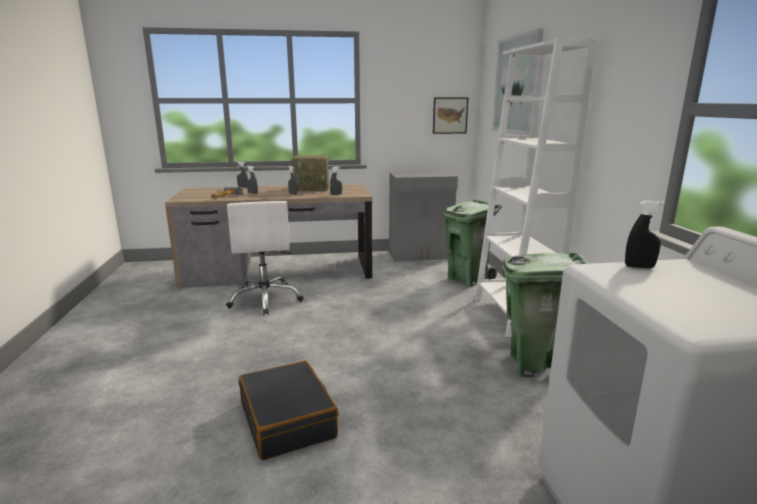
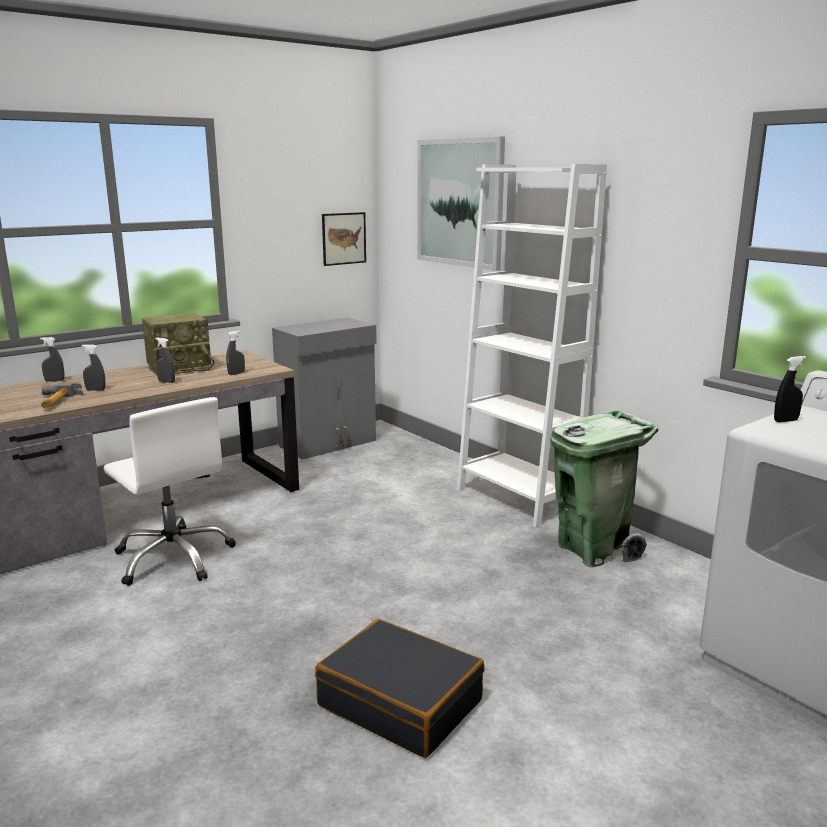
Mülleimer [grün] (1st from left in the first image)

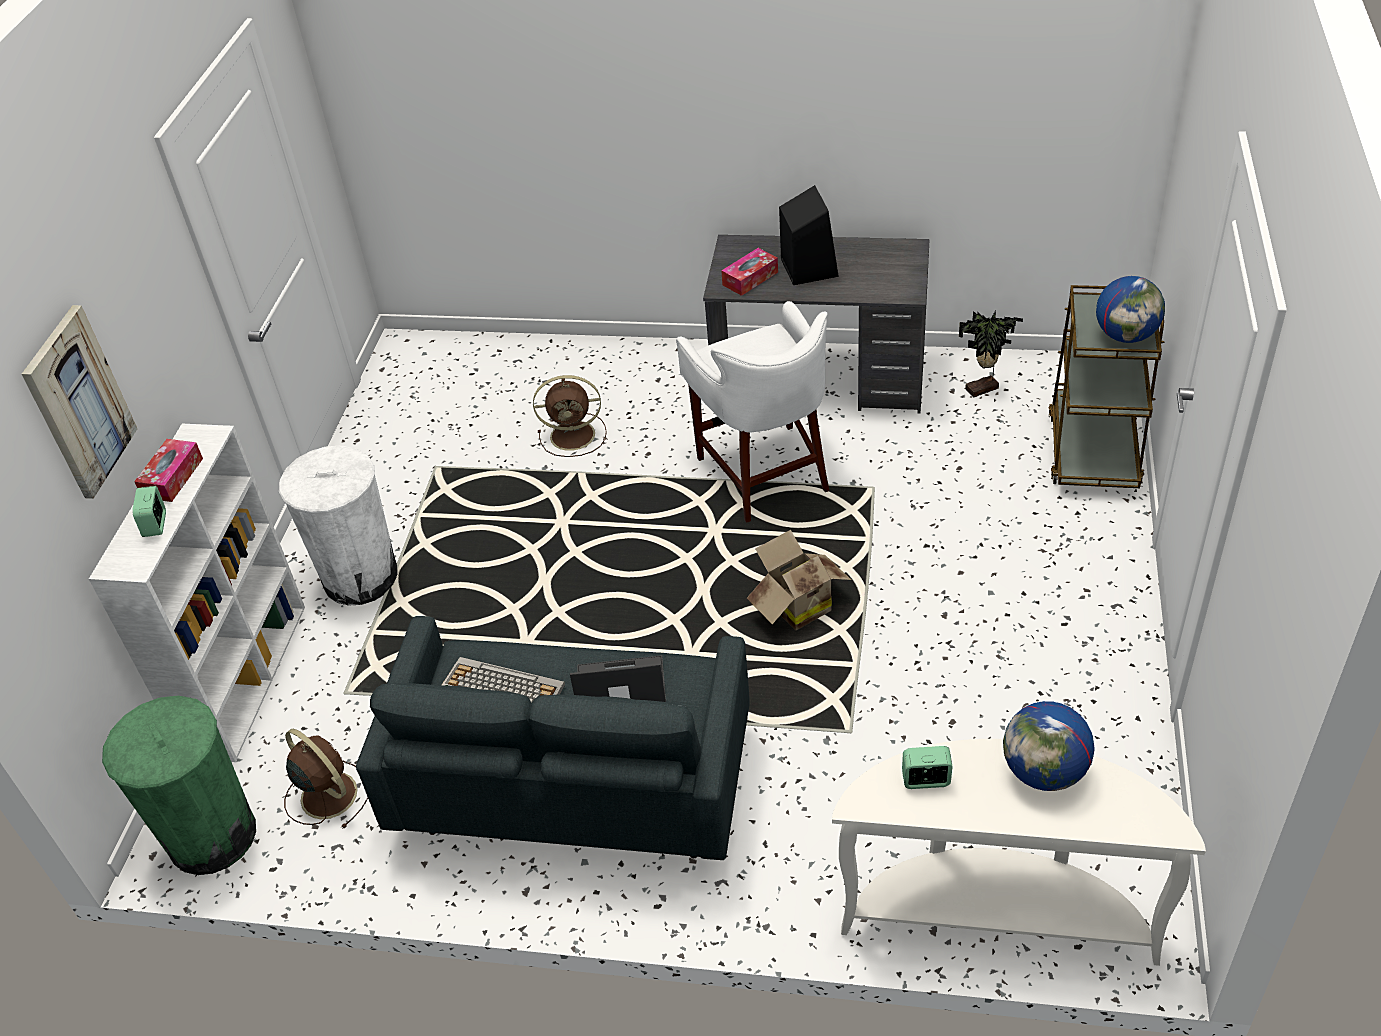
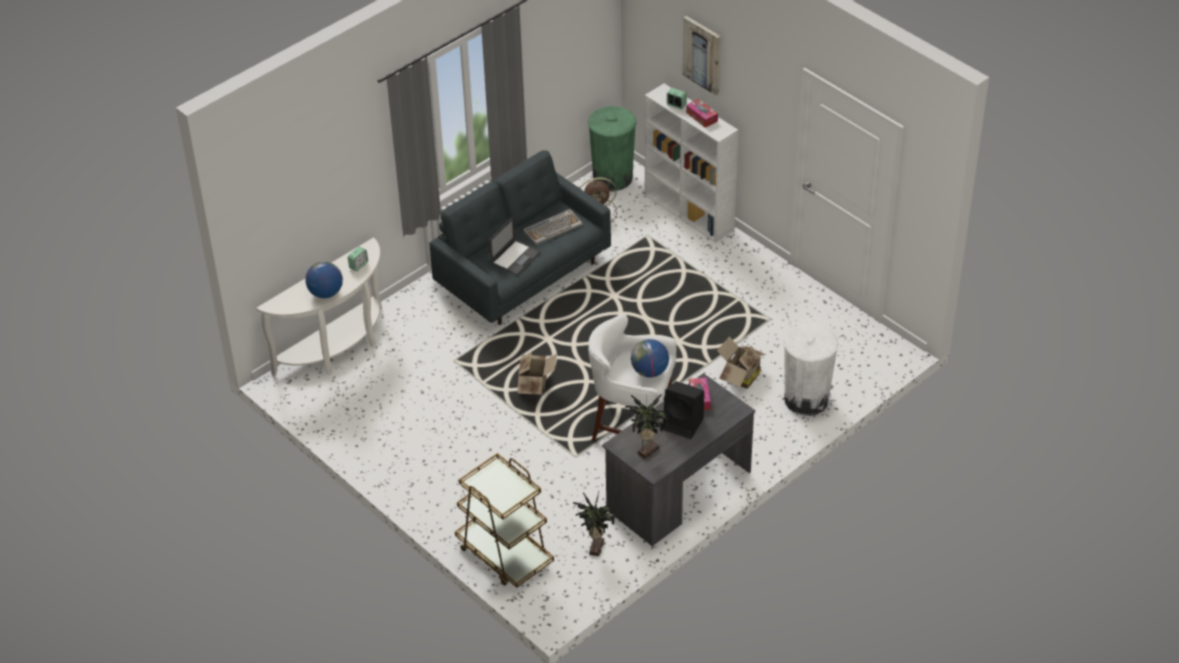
Topfpflanze (2nd from left); Mülleimer [weiß]; Globus (2nd from left); Karton (2nd from left)

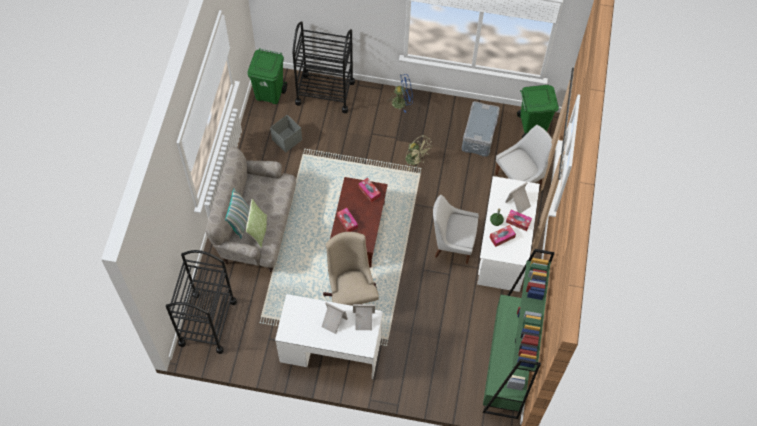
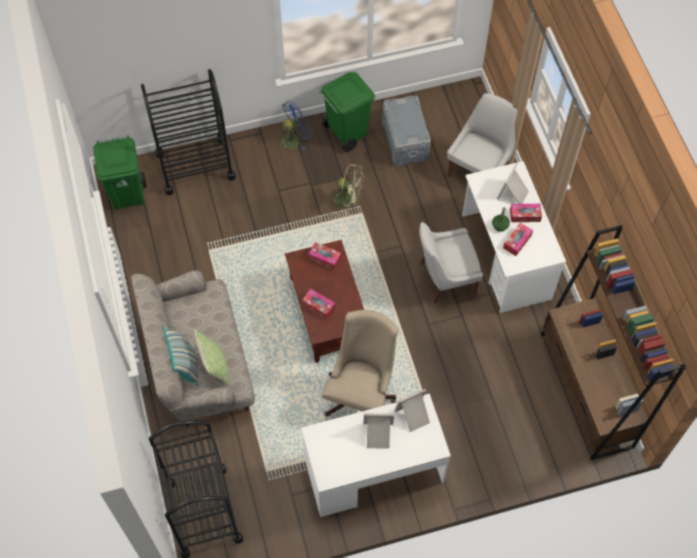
Aufbewahrungsbox [grau] (1st from left in the first image); Mülleimer [grün] (2nd from left); Bücherregal [braun]; Bürostuhl [beige]

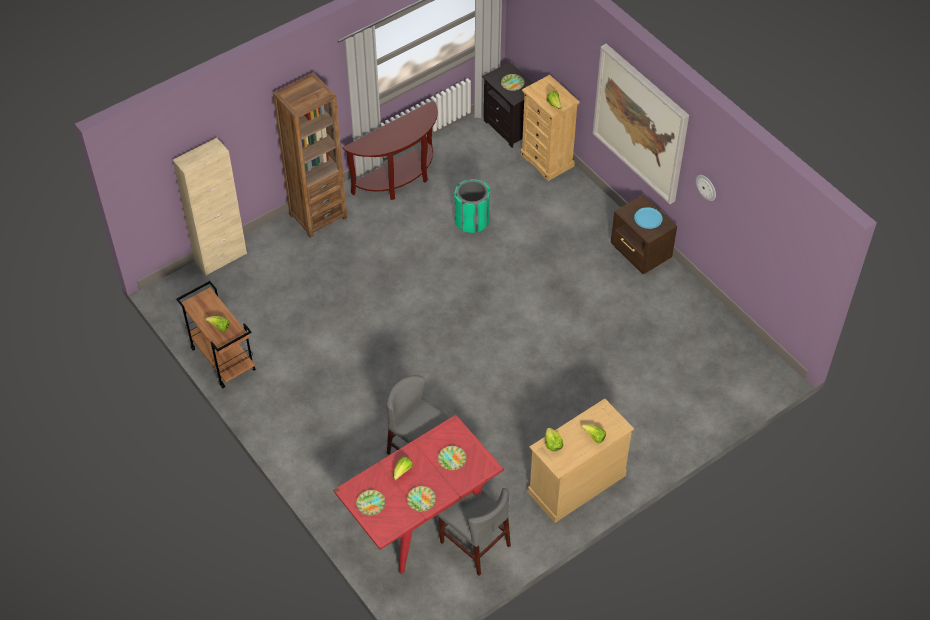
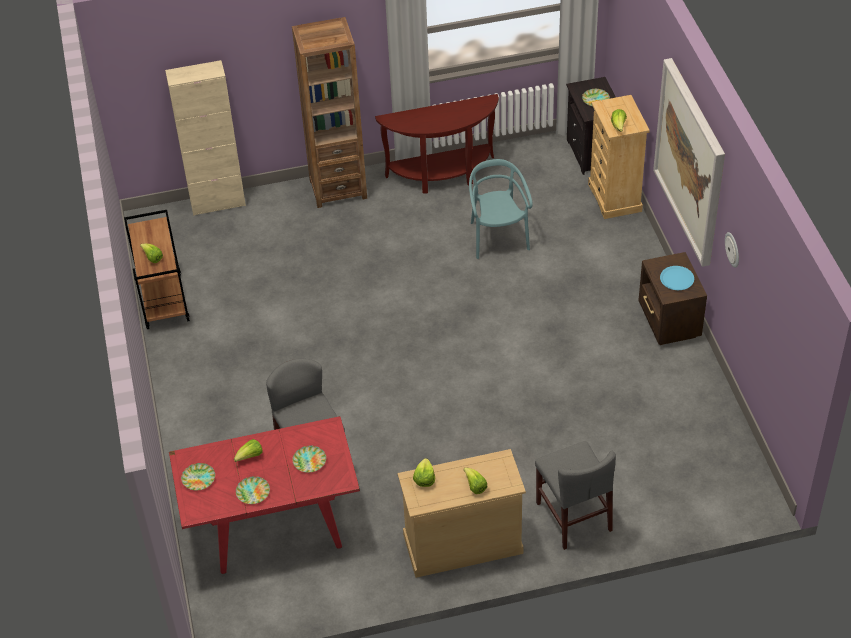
Stuhl [grau] (2nd from left); Stuhl [türkis]

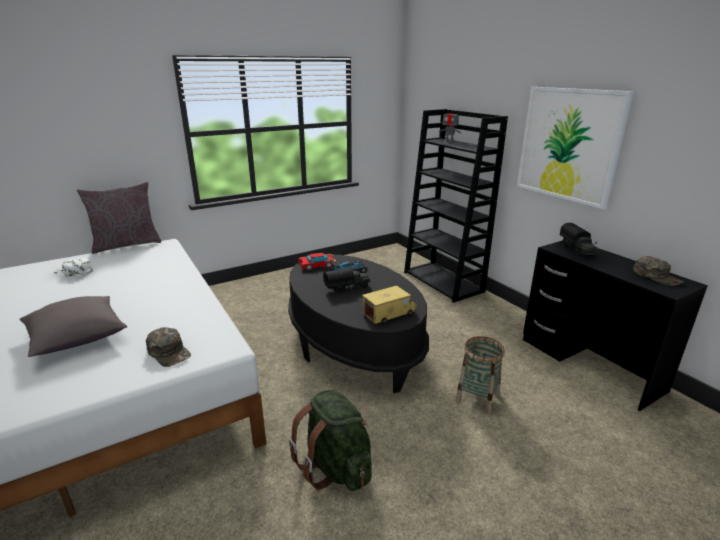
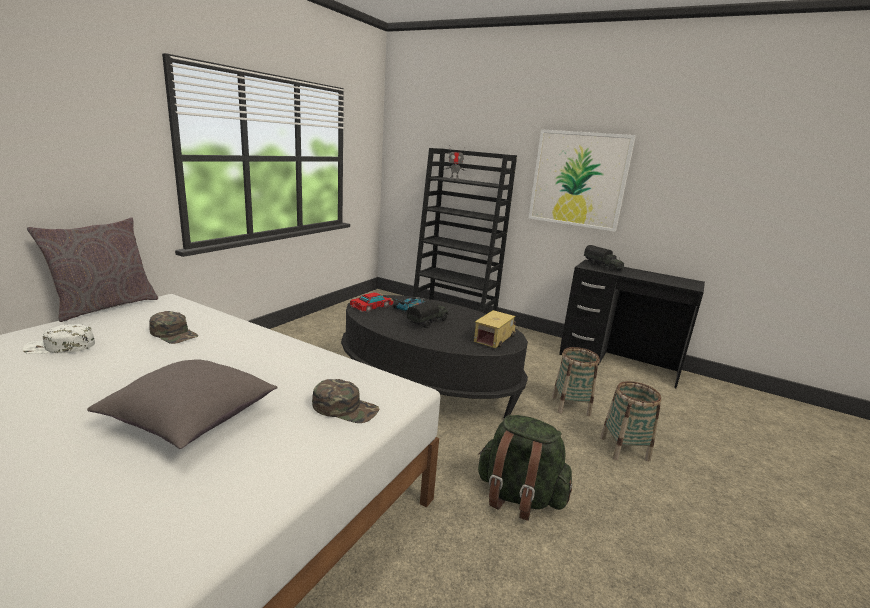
Korb (2nd from left); Kappe [grün] (1st from left)

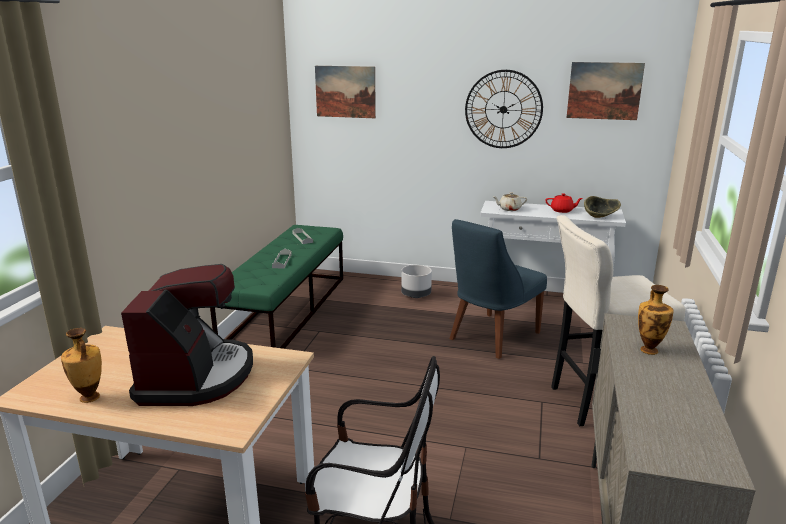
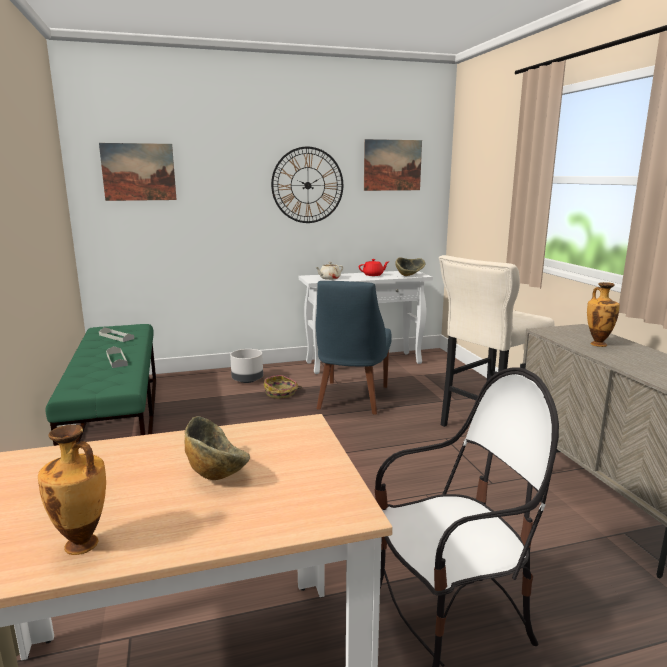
Korb; Schüssel (1st from left)

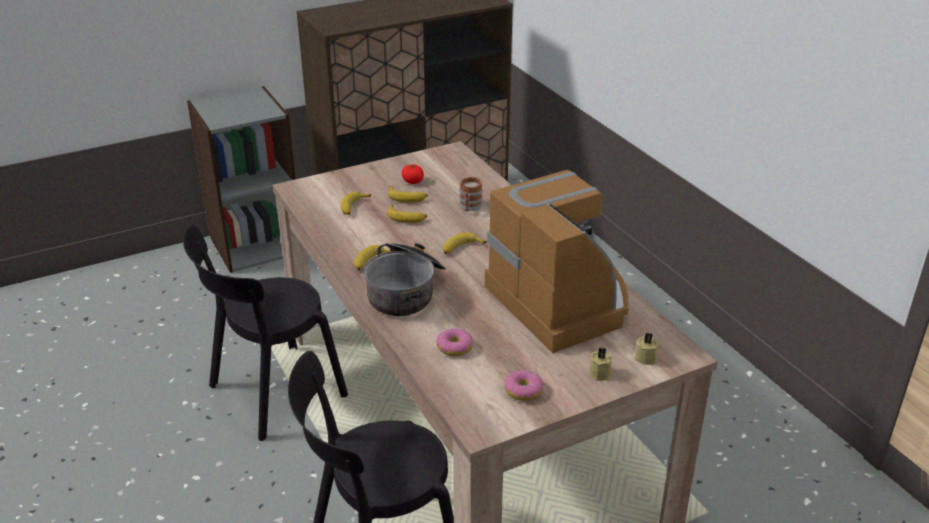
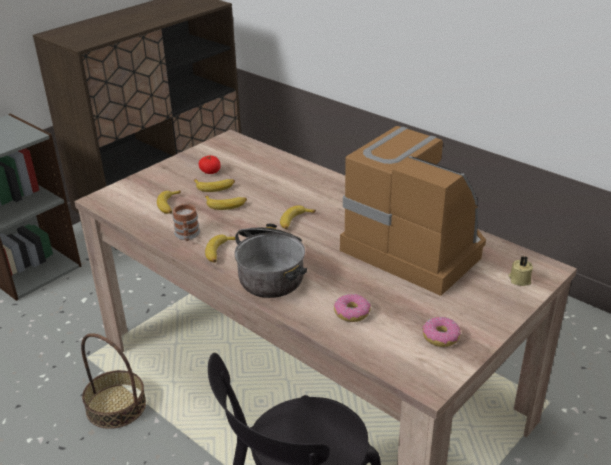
Kerze [beige] (1st from left in the first image); Henkelbecher; Korb

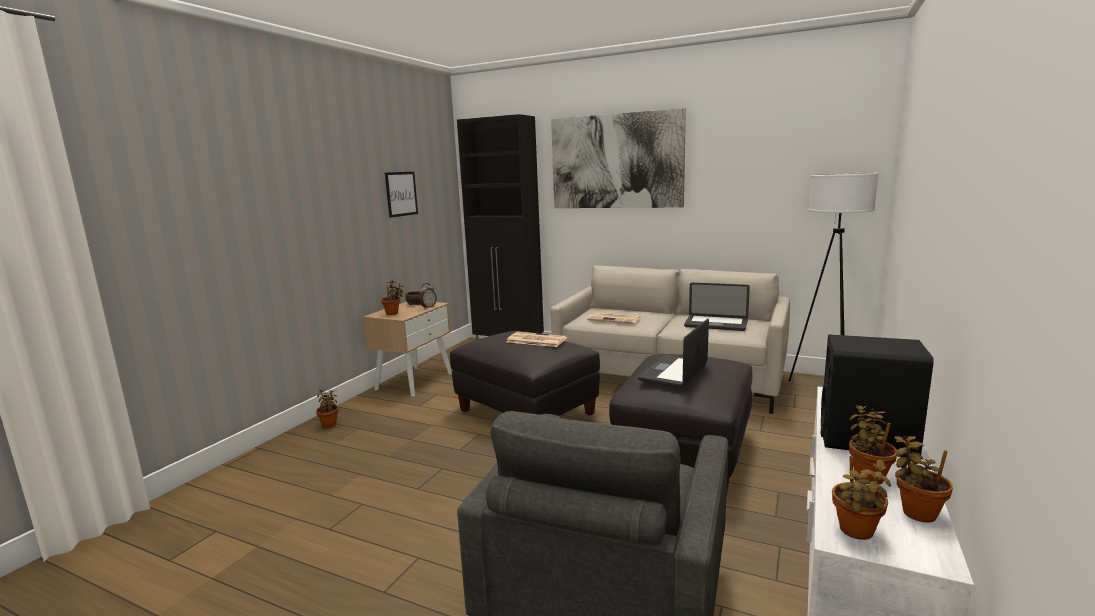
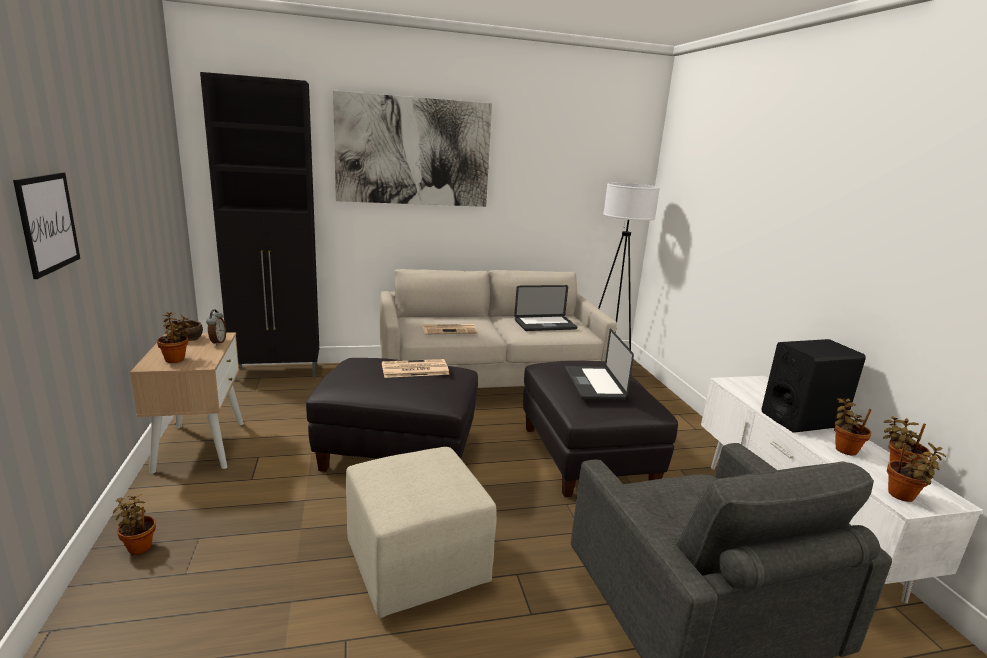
Polsterhocker [beige]; Bild (1st from left)

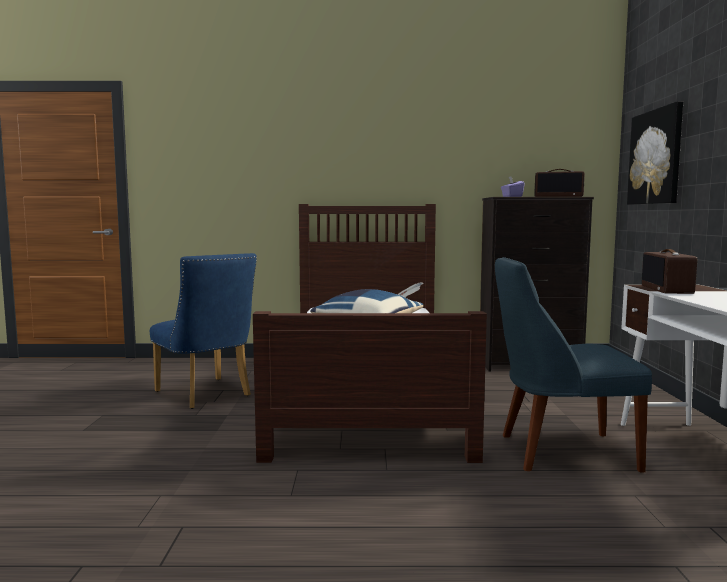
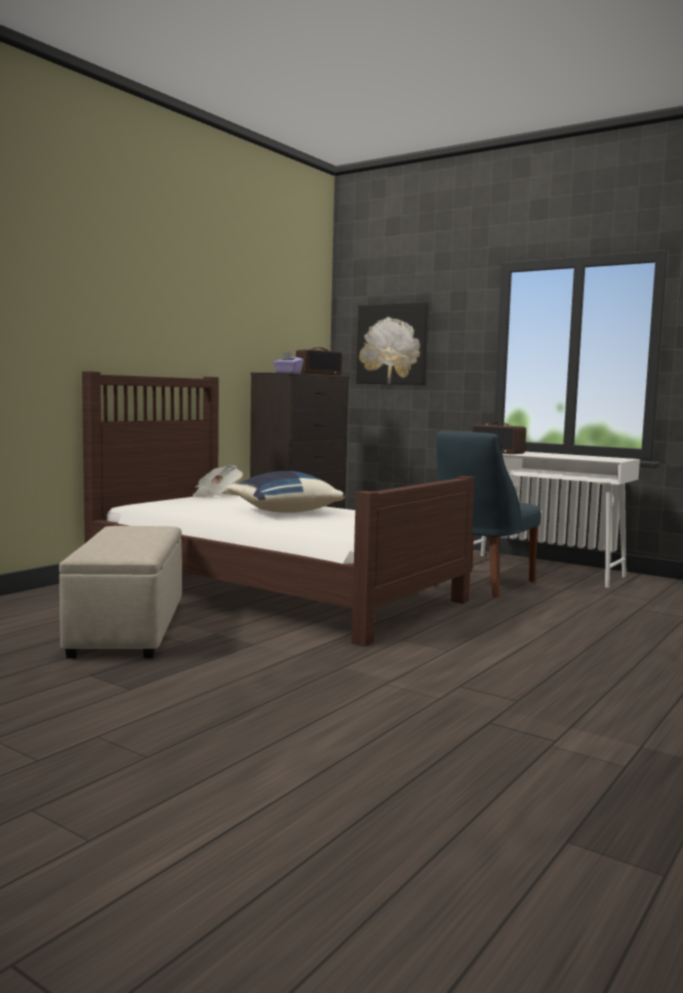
Polsterhocker [beige]

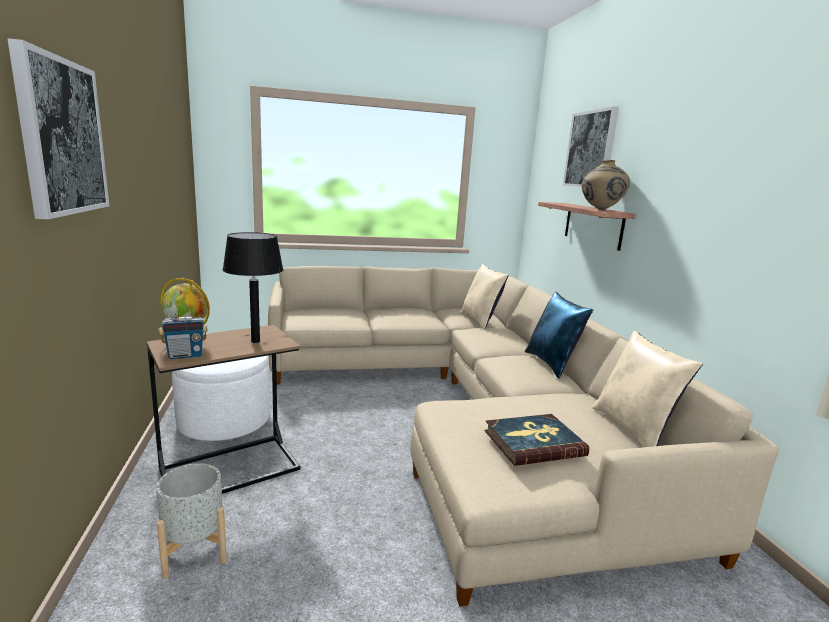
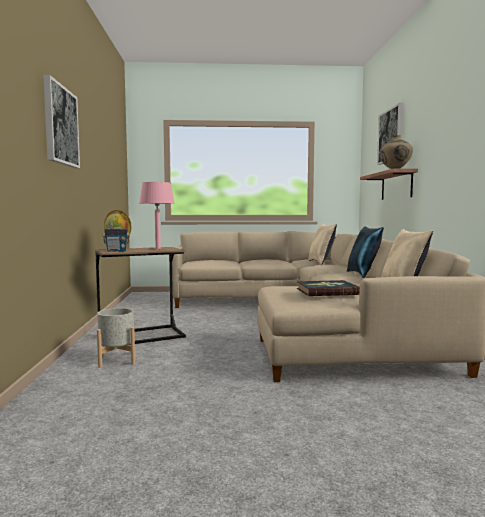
Polsterhocker [weiß]; Tischlampe [rosa]

